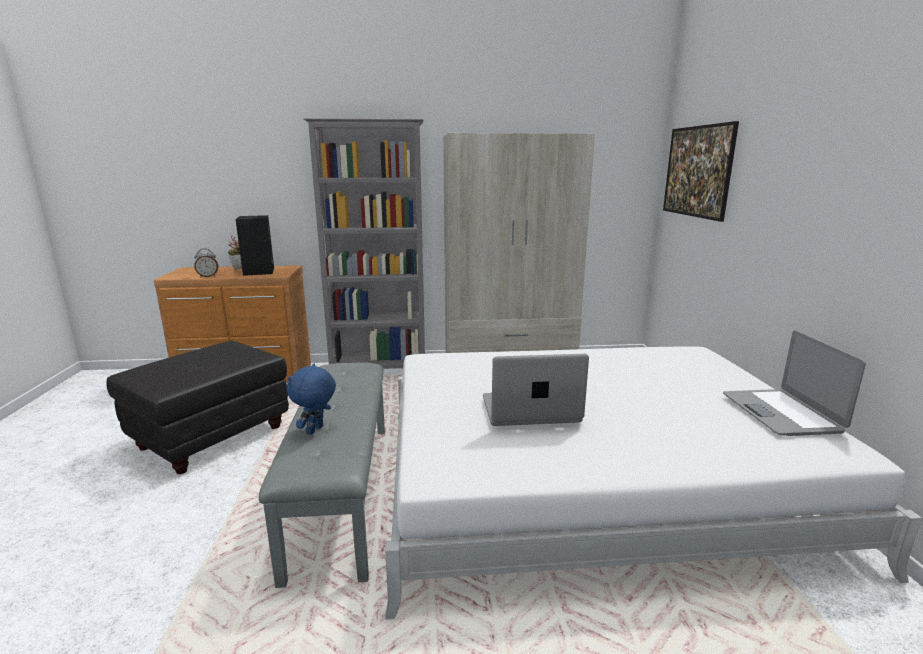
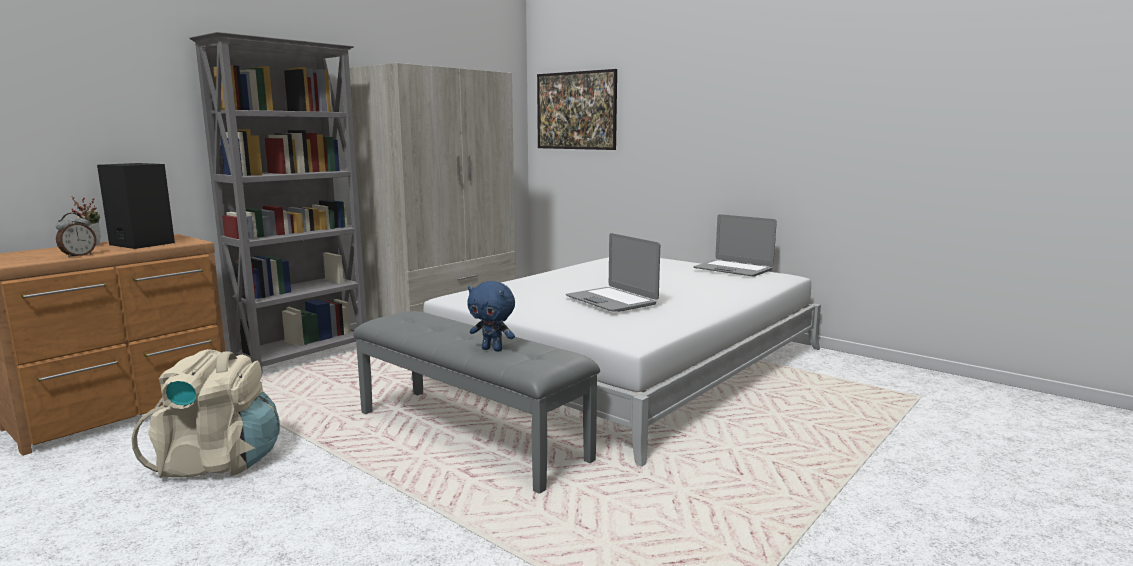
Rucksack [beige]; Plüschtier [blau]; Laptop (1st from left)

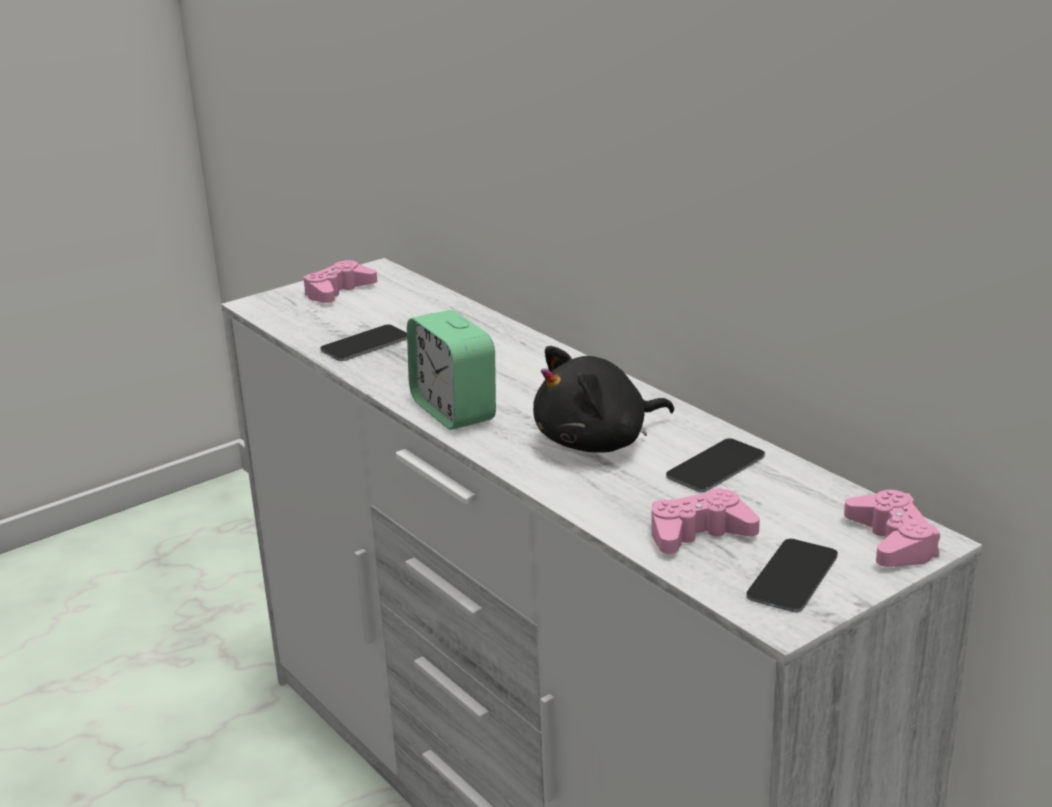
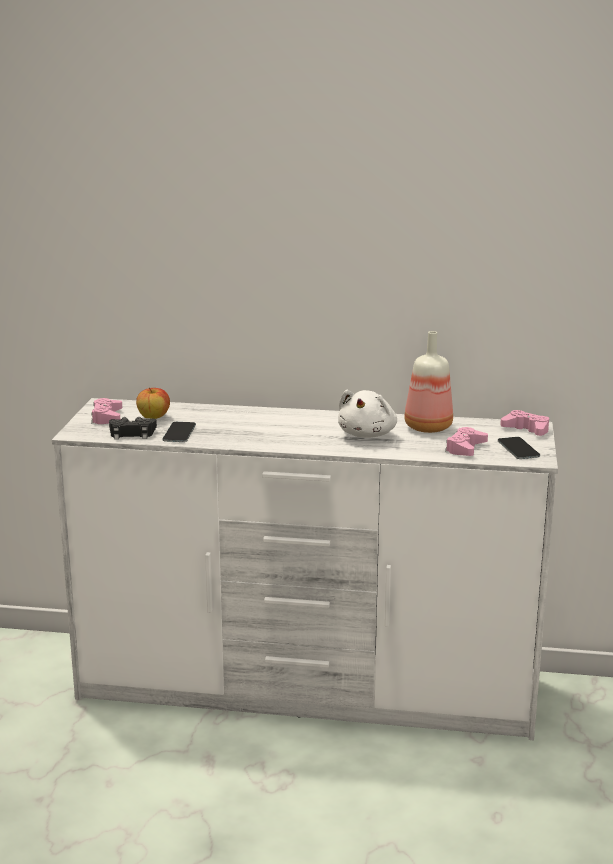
Wecker; Gamepad [schwarz]; Apfel; Flasche; Plüschtier [weiß]

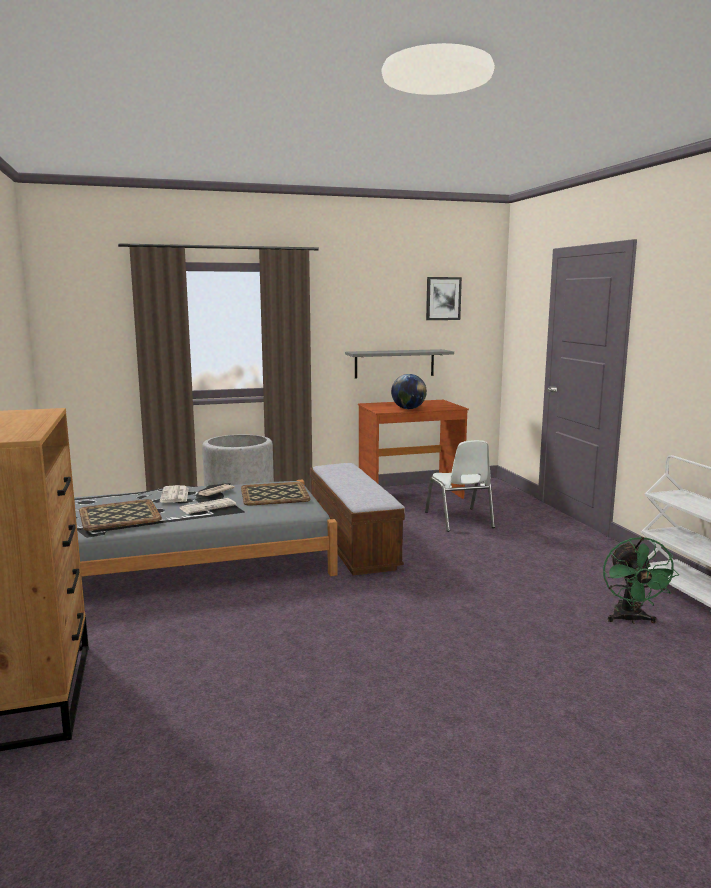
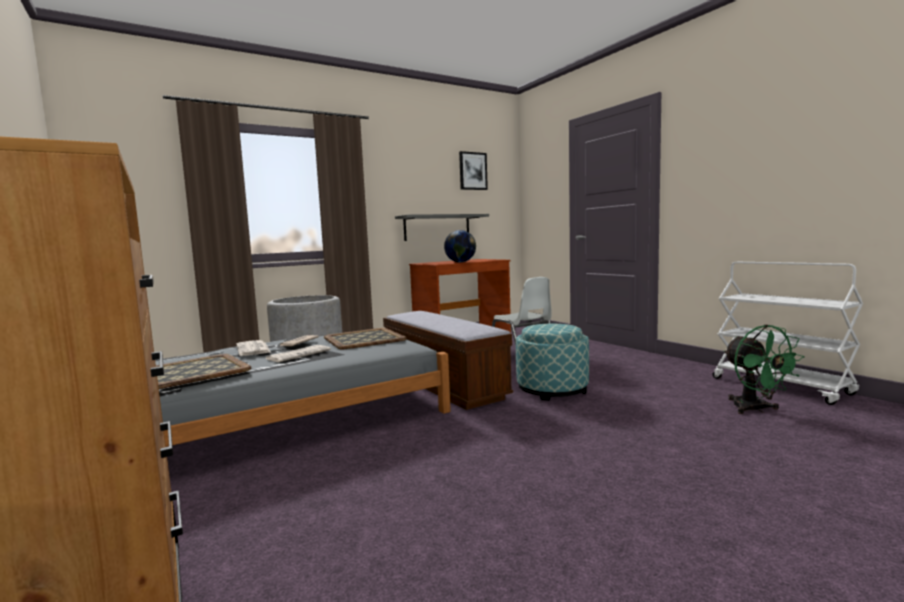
Polsterhocker

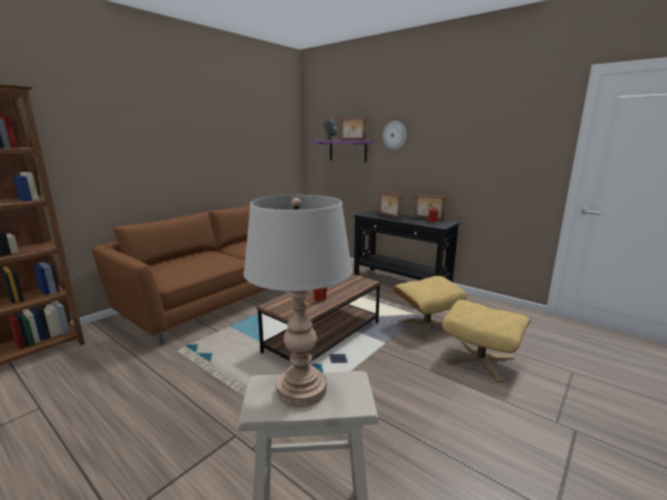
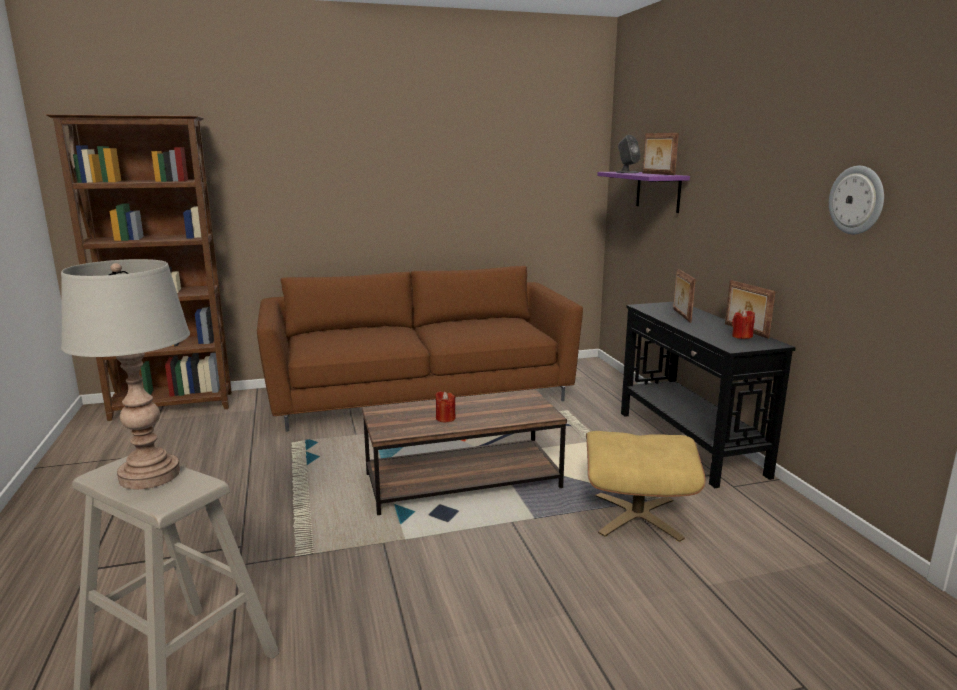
Polsterhocker [beige] (2nd from left in the first image); Wanduhr

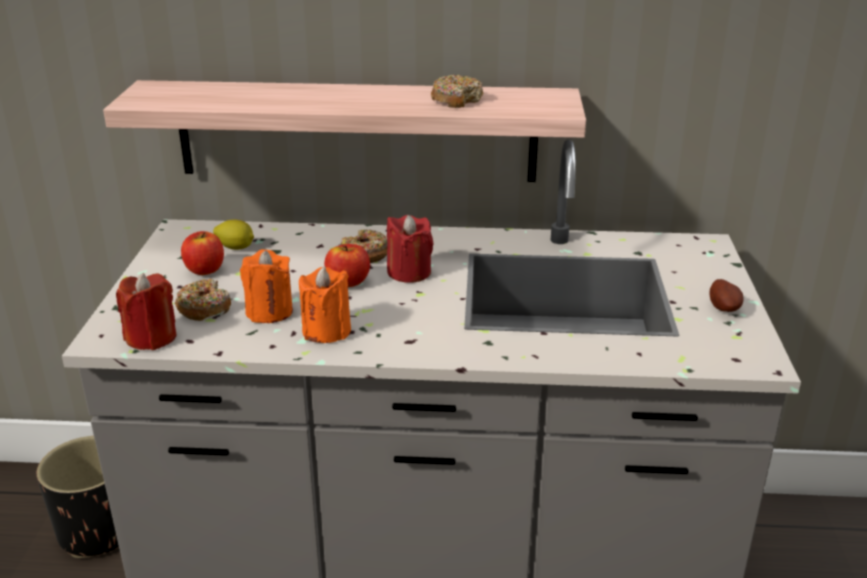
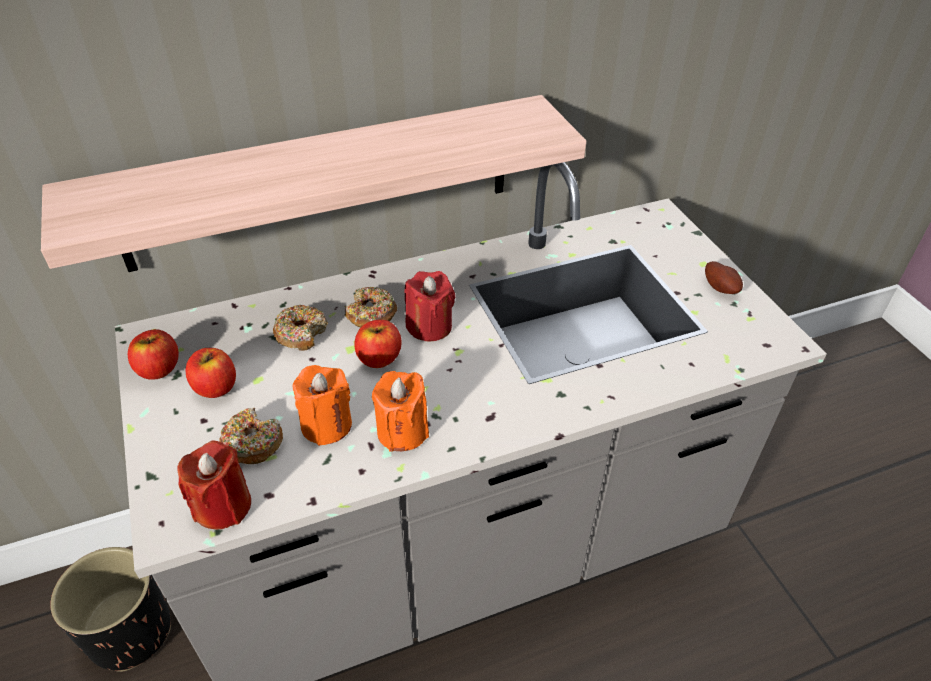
Zitrone; Apfel (1st from left); Donut (2nd from left)

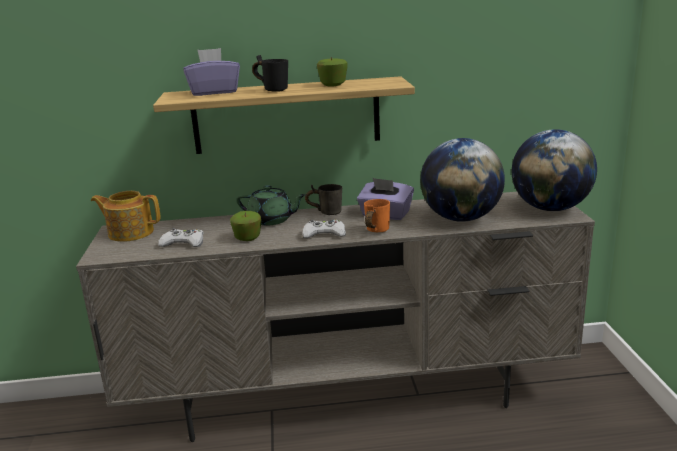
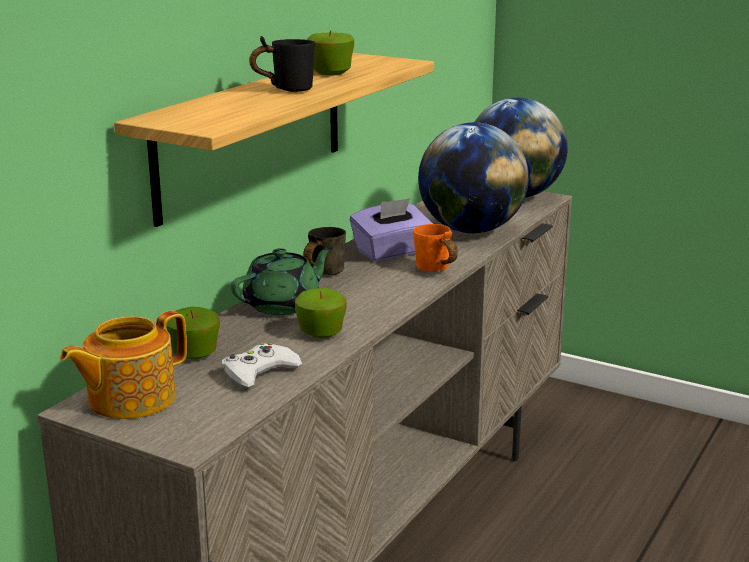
Taschentuchbox [lila] (1st from left in the first image); Gamepad [weiß] (2nd from left in the first image); Apfel (1st from left)

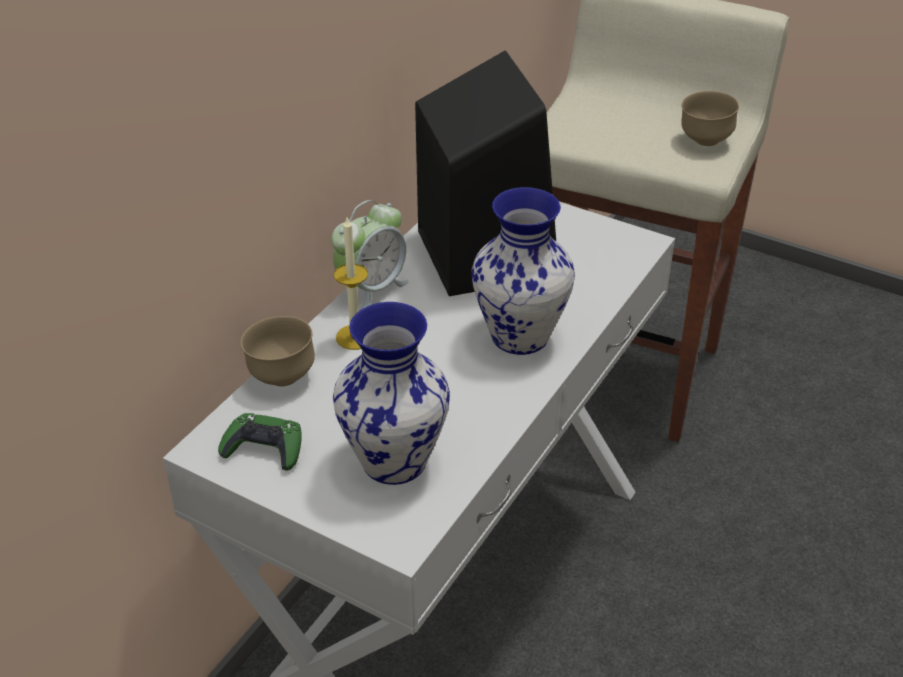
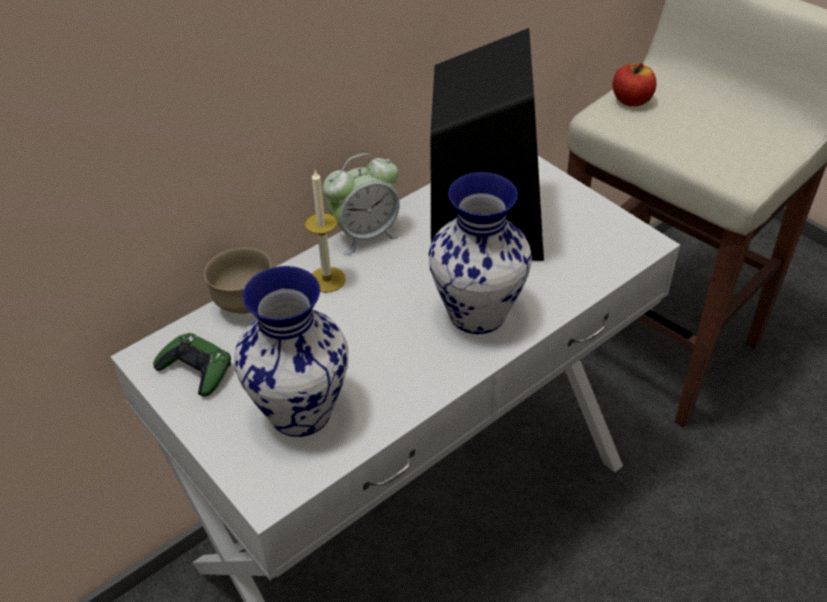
Schüssel [braun] (2nd from left in the first image); Apfel

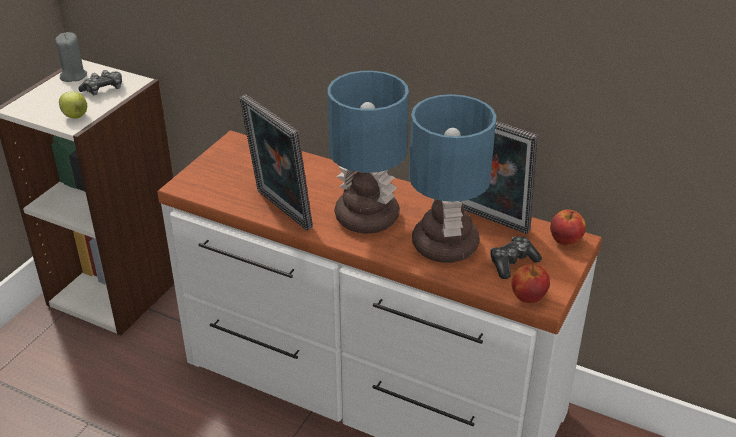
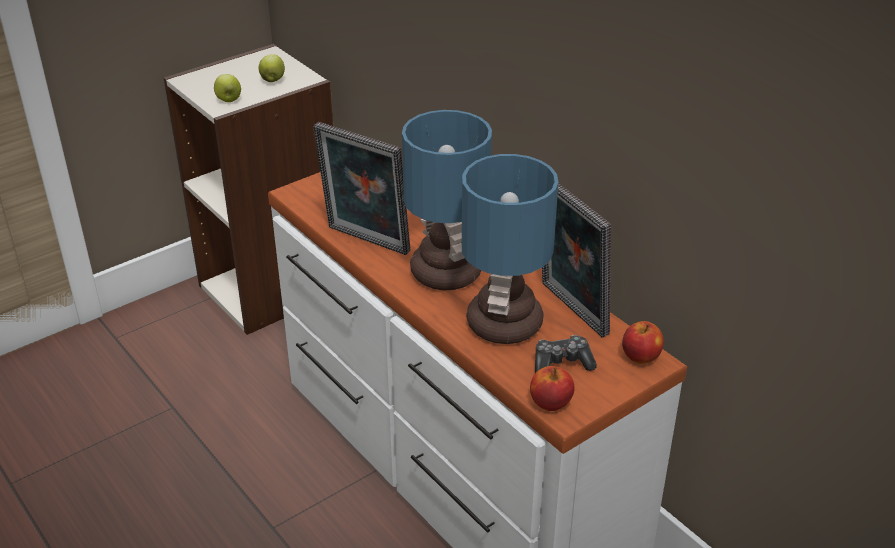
Kerze [grau]; Apfel (2nd from left); Bilderrahmen (1st from left)

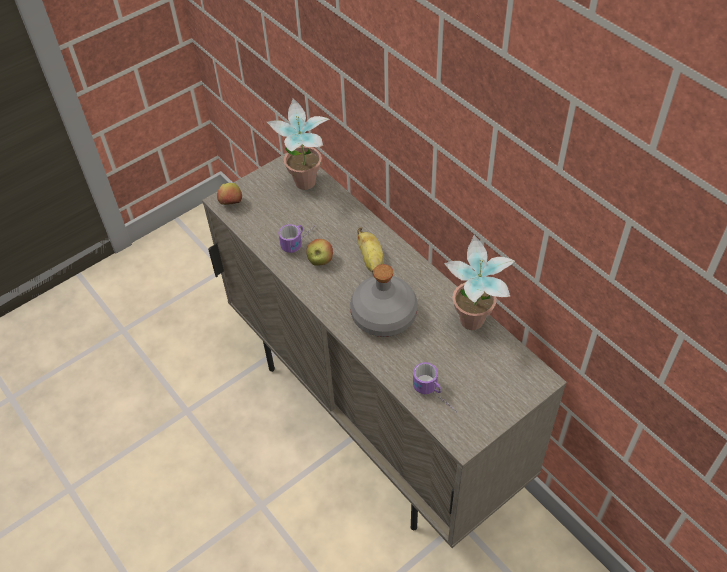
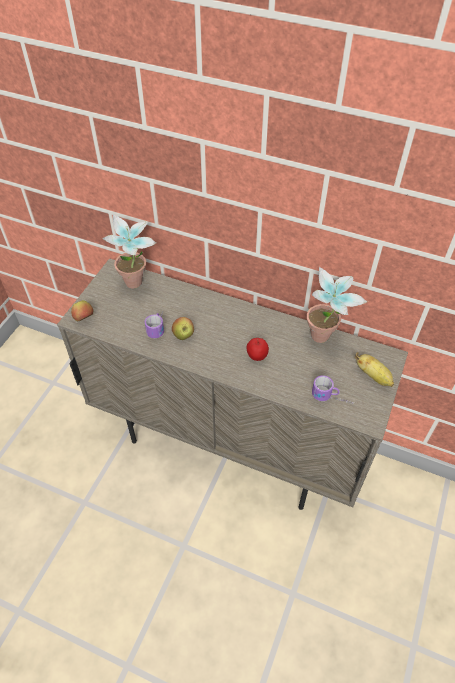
Banane; Apfel (3rd from left)

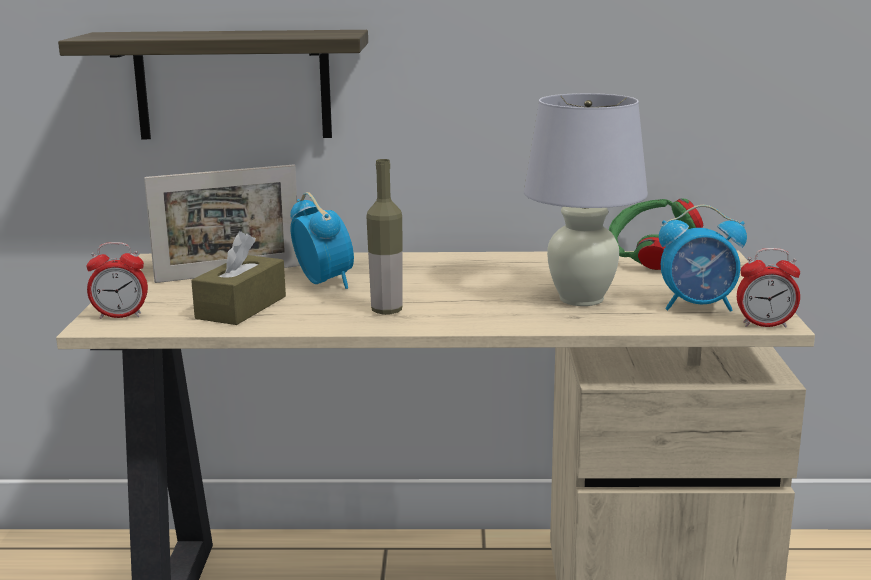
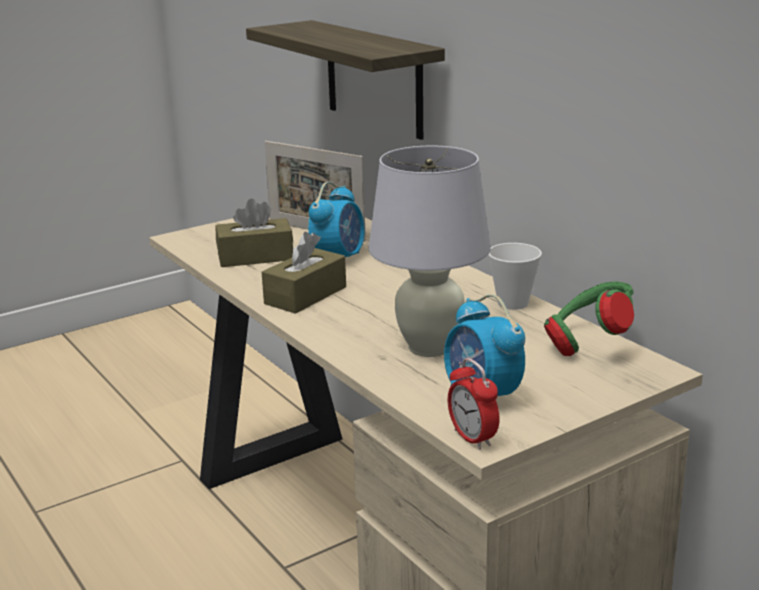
Wecker (1st from left in the first image); Tasse; Taschentuchbox [braun] (2nd from left)

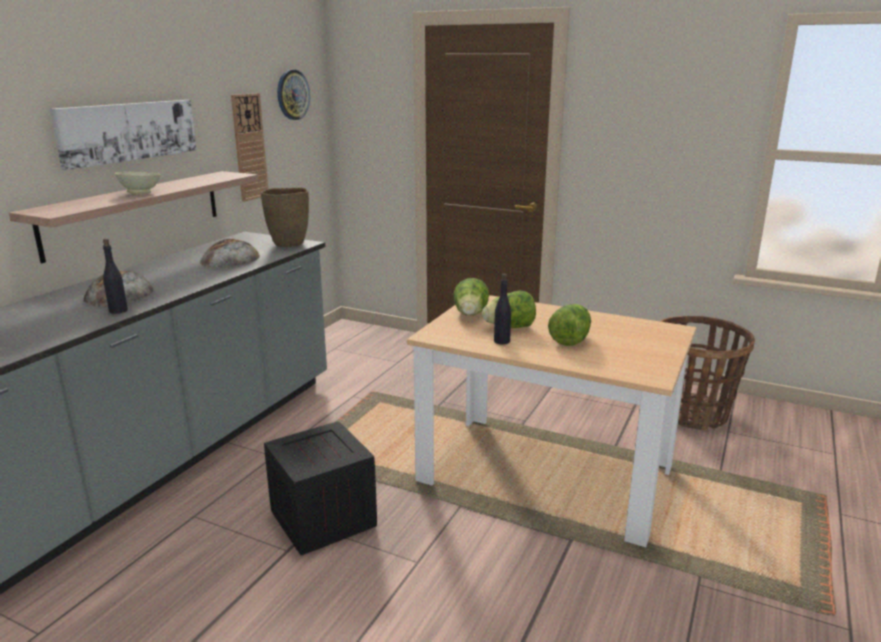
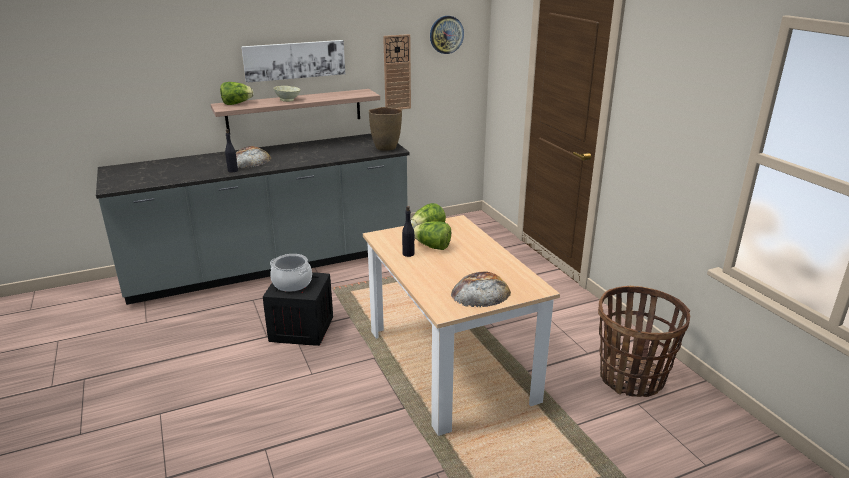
Kochtopf; Brot (2nd from left); Salatkopf (1st from left)

